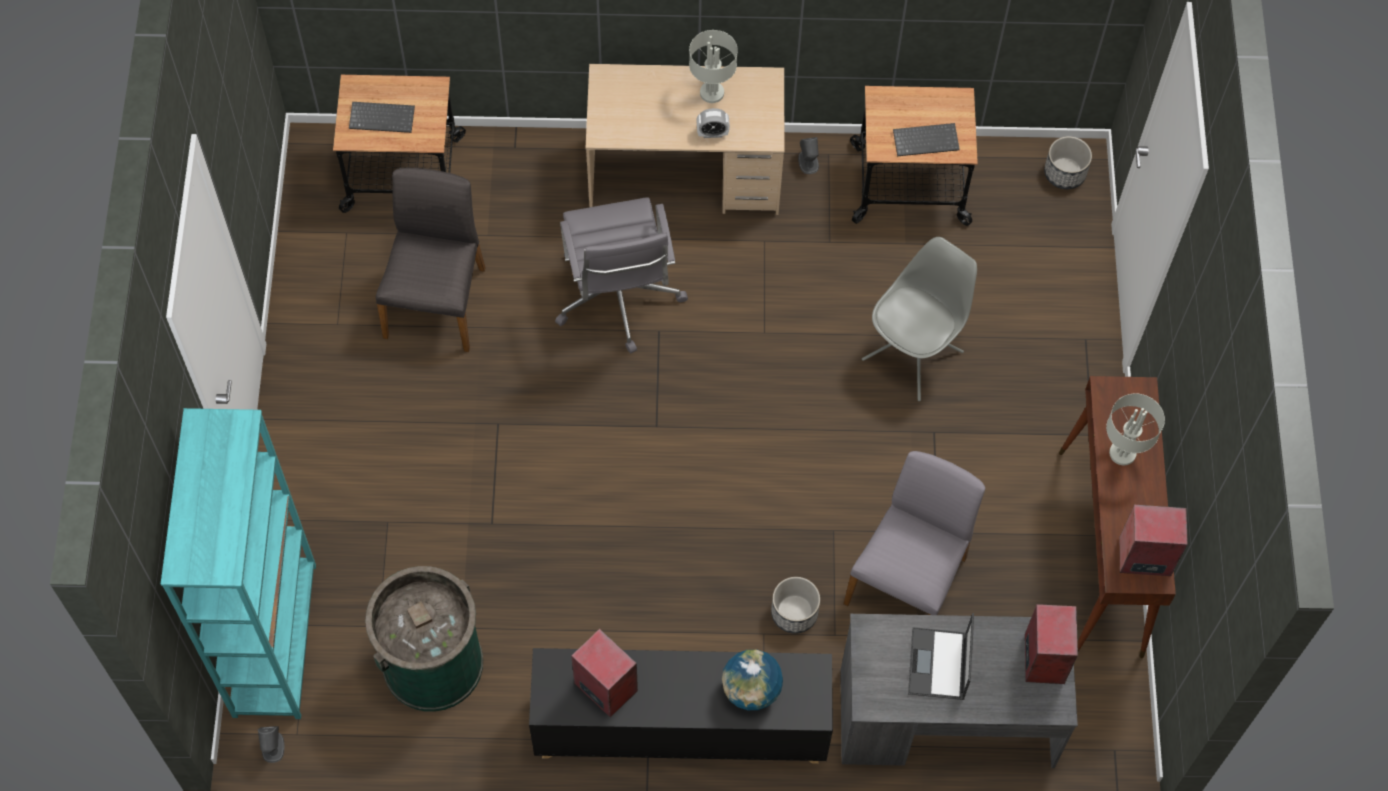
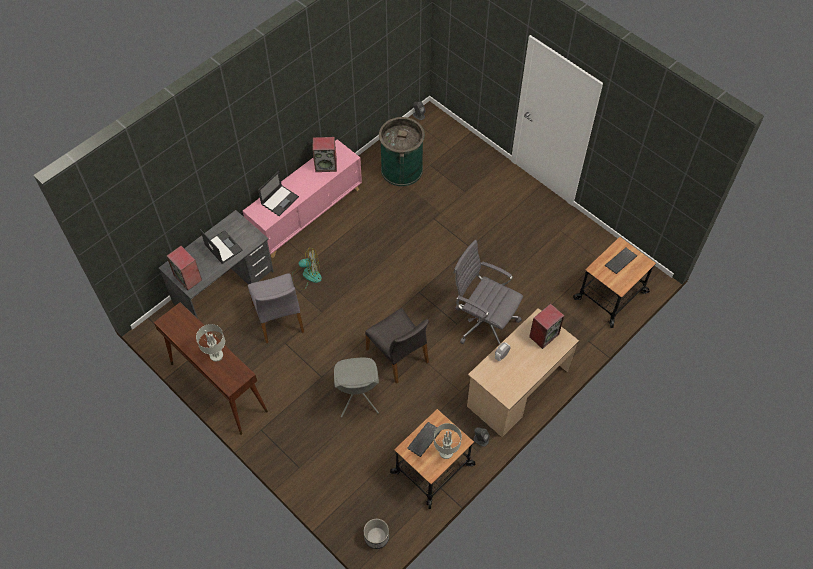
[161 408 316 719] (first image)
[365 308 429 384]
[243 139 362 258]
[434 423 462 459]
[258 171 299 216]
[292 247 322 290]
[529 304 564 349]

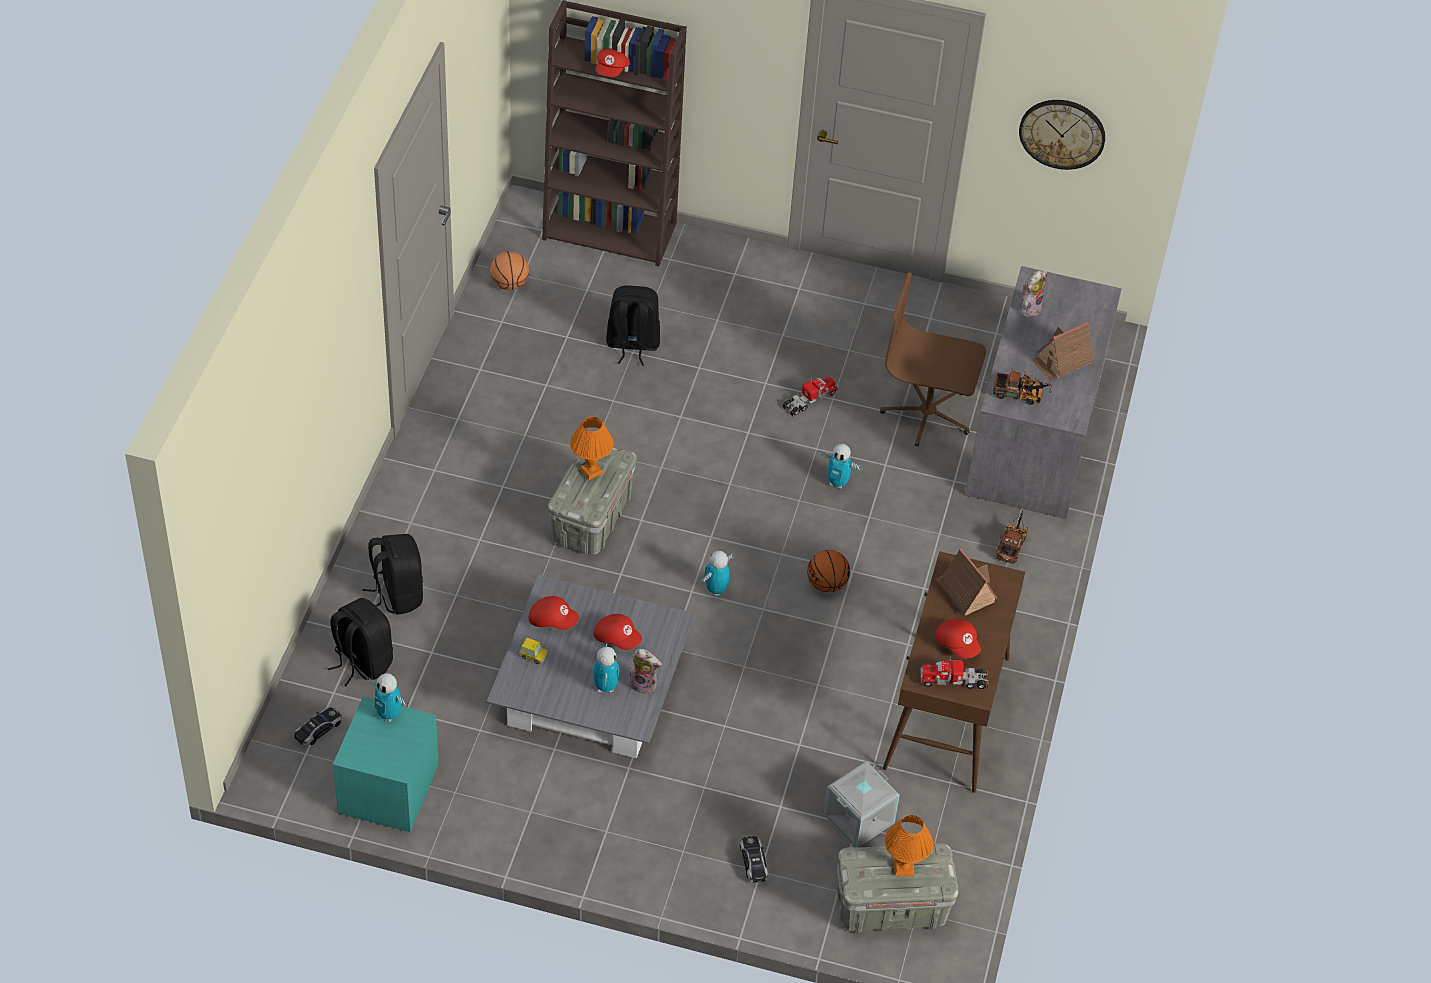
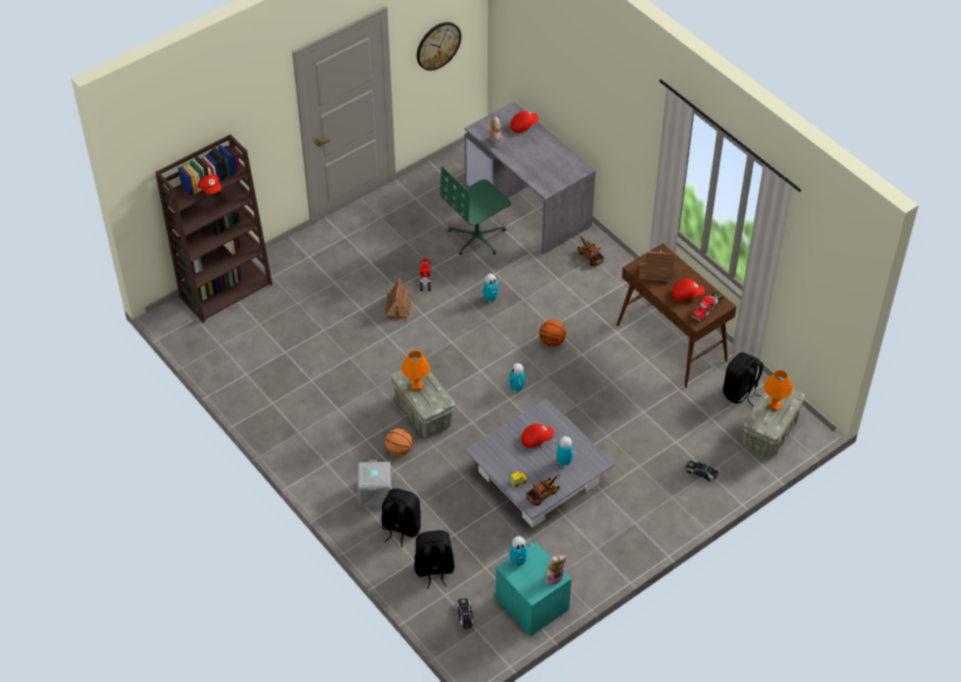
[385 428 413 456]
[511 111 539 133]
[723 352 763 407]
[545 555 566 585]
[358 460 391 507]
[440 167 512 255]
[526 474 560 506]
[385 278 412 321]

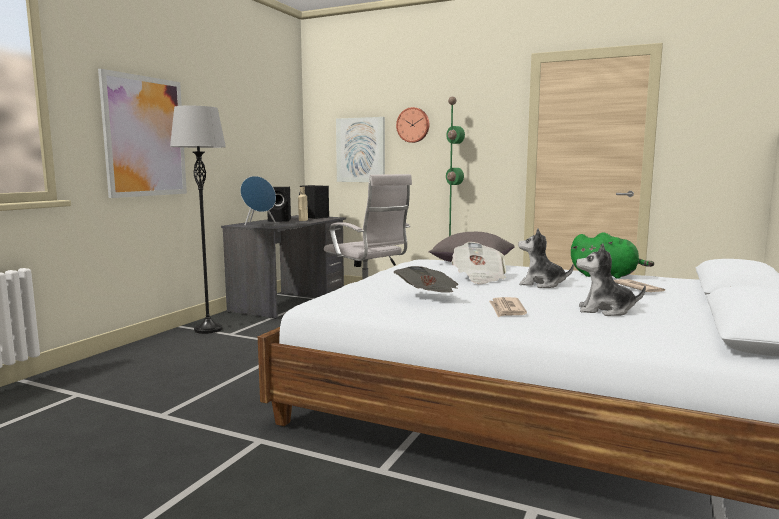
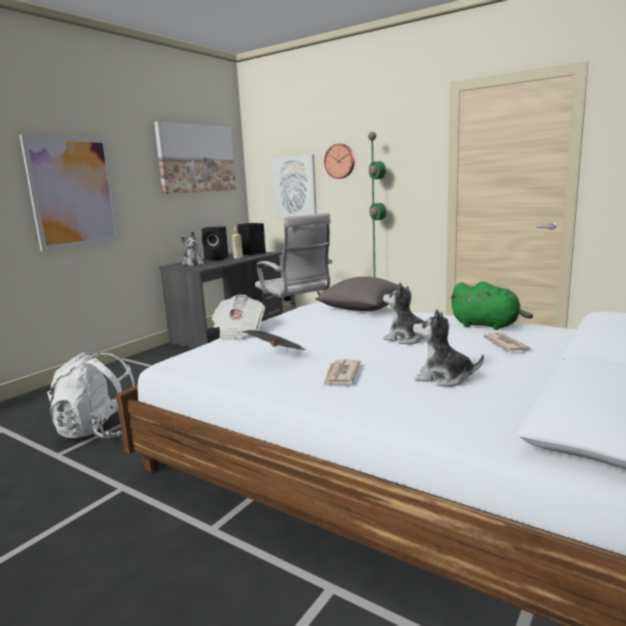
[170 106 226 334] (first image)
[181 231 204 266]
[211 295 265 340]
[47 351 135 438]
[154 121 236 194]

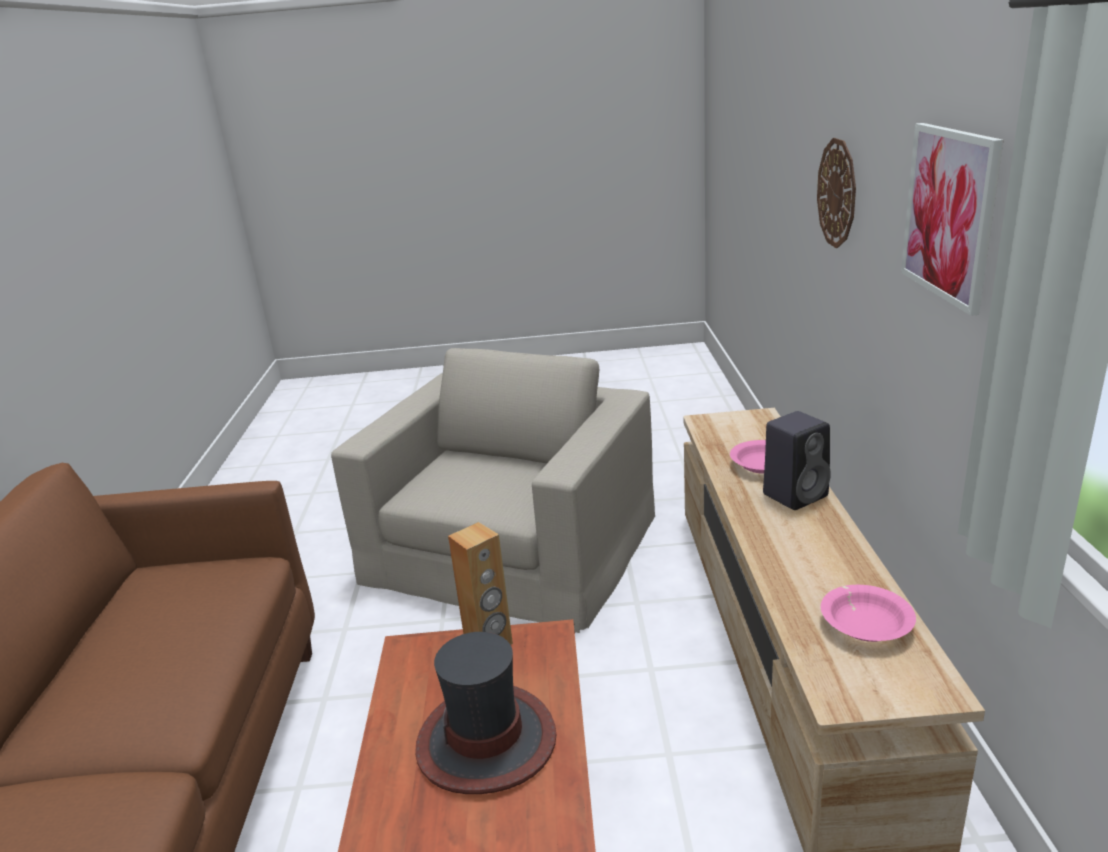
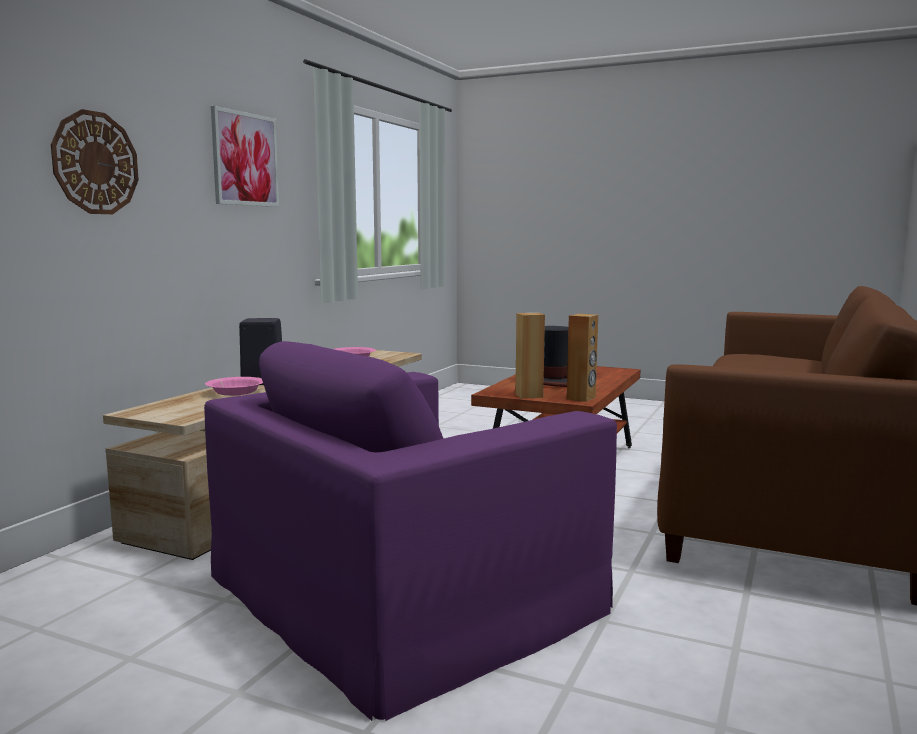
[204 341 617 721]
[567 314 598 402]

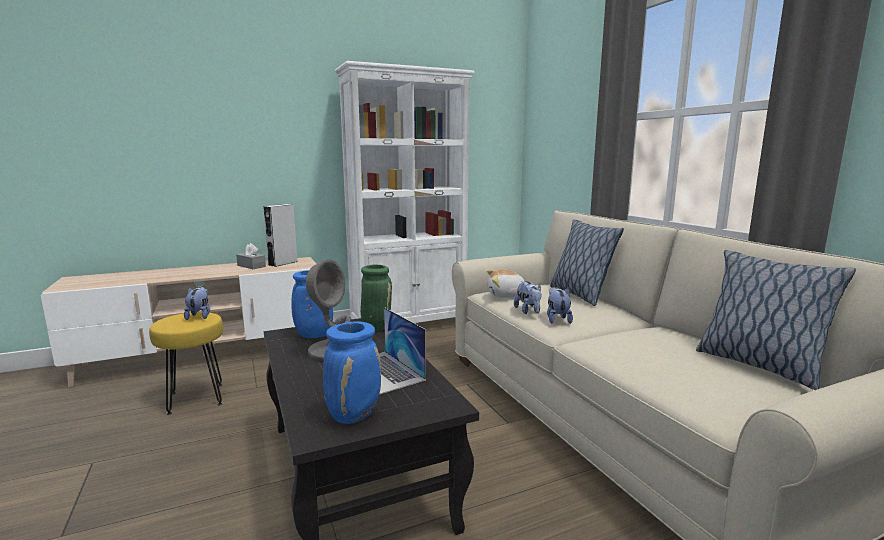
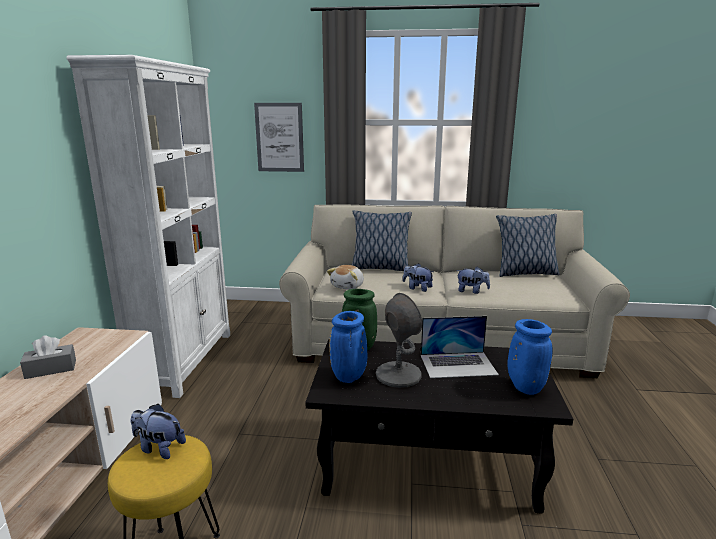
[263 204 298 267] (first image)
[456 267 490 294]
[254 103 304 172]

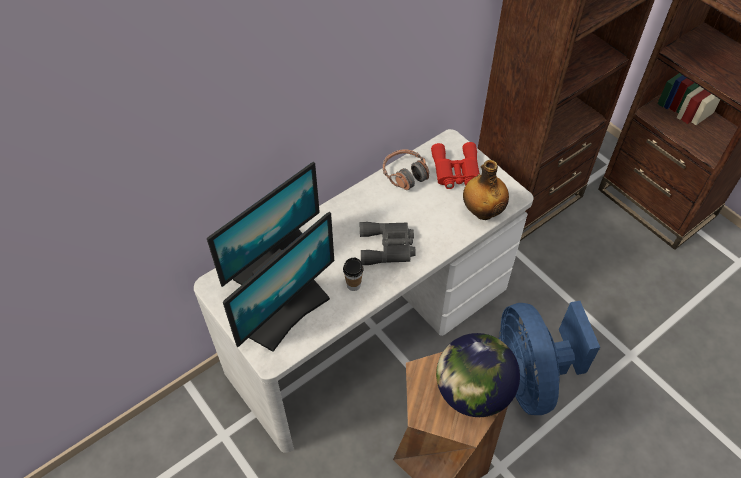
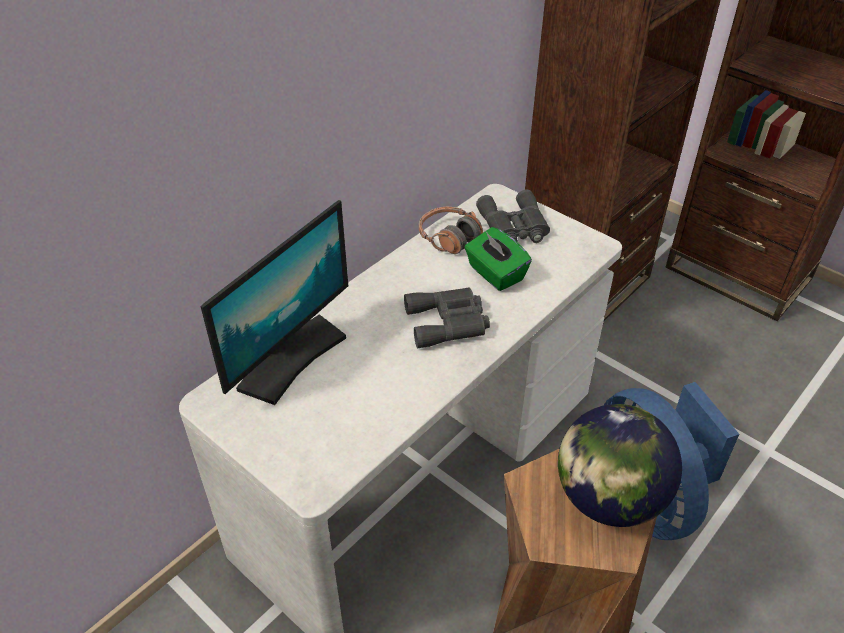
[223 212 334 352] (first image)
[343 258 364 291] (first image)
[476 189 550 243]
[463 160 509 220] (first image)
[464 227 532 291]

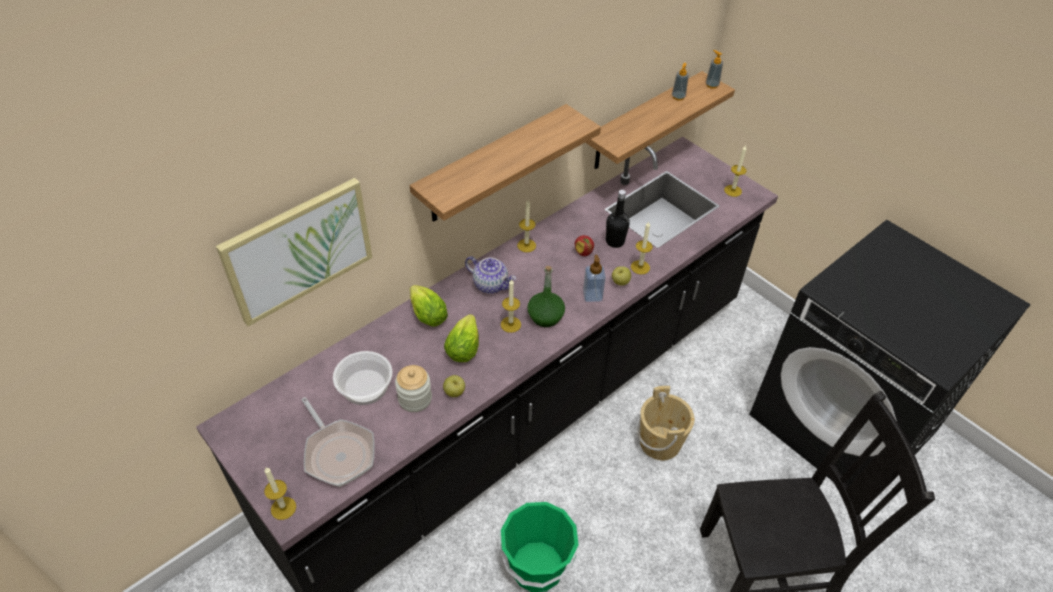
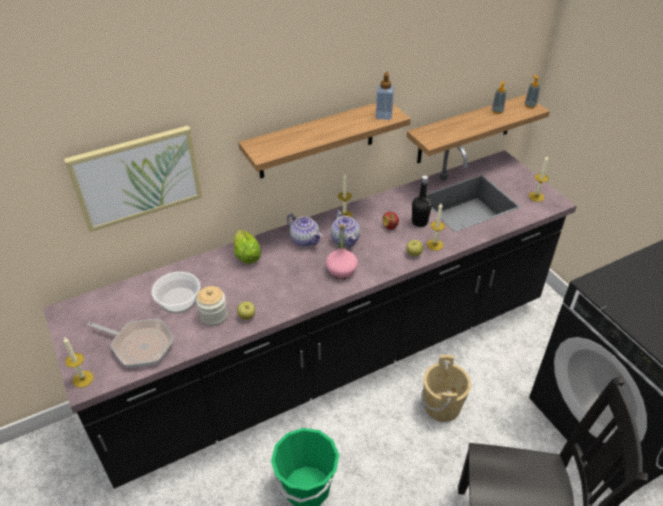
[88 319 174 367]
[444 314 479 362] (first image)
[501 279 521 333] (first image)
[326 224 358 279]
[376 72 394 120]
[331 210 360 247]

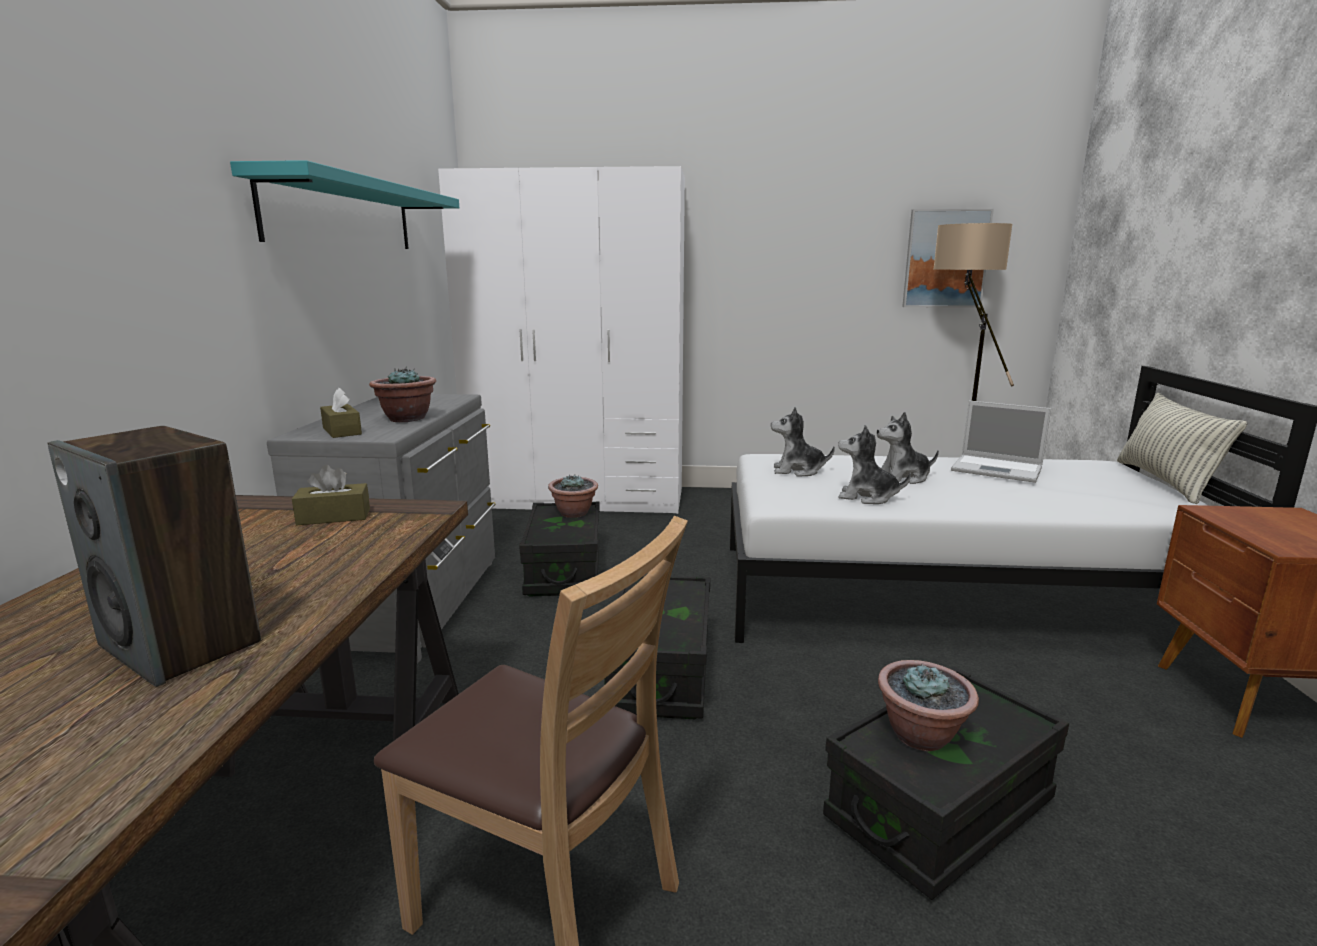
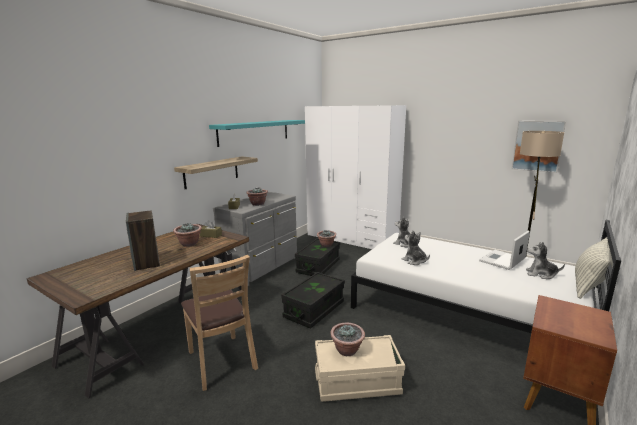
[315 335 405 402]
[526 242 565 279]
[479 231 530 270]
[173 223 202 247]
[174 156 258 189]

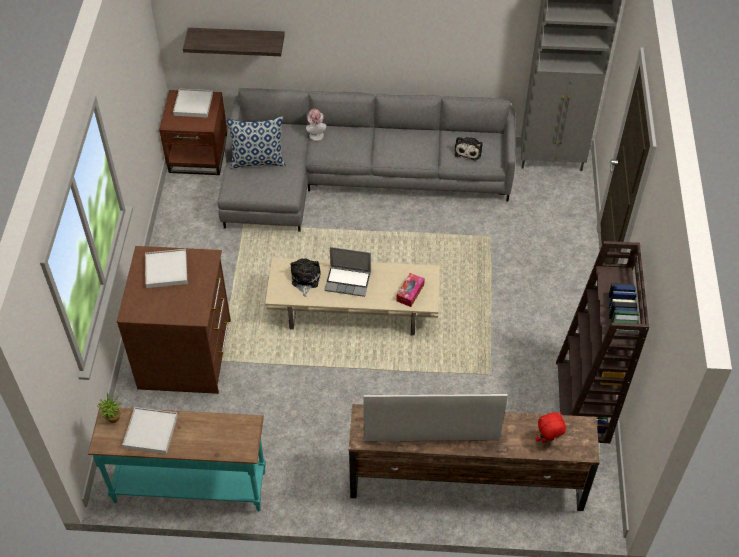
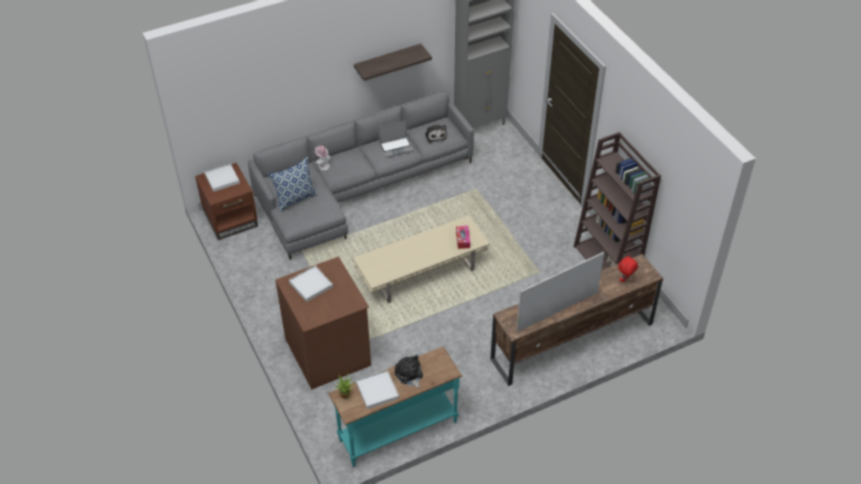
[354 44 432 81]
[395 355 423 389]
[379 121 414 158]

